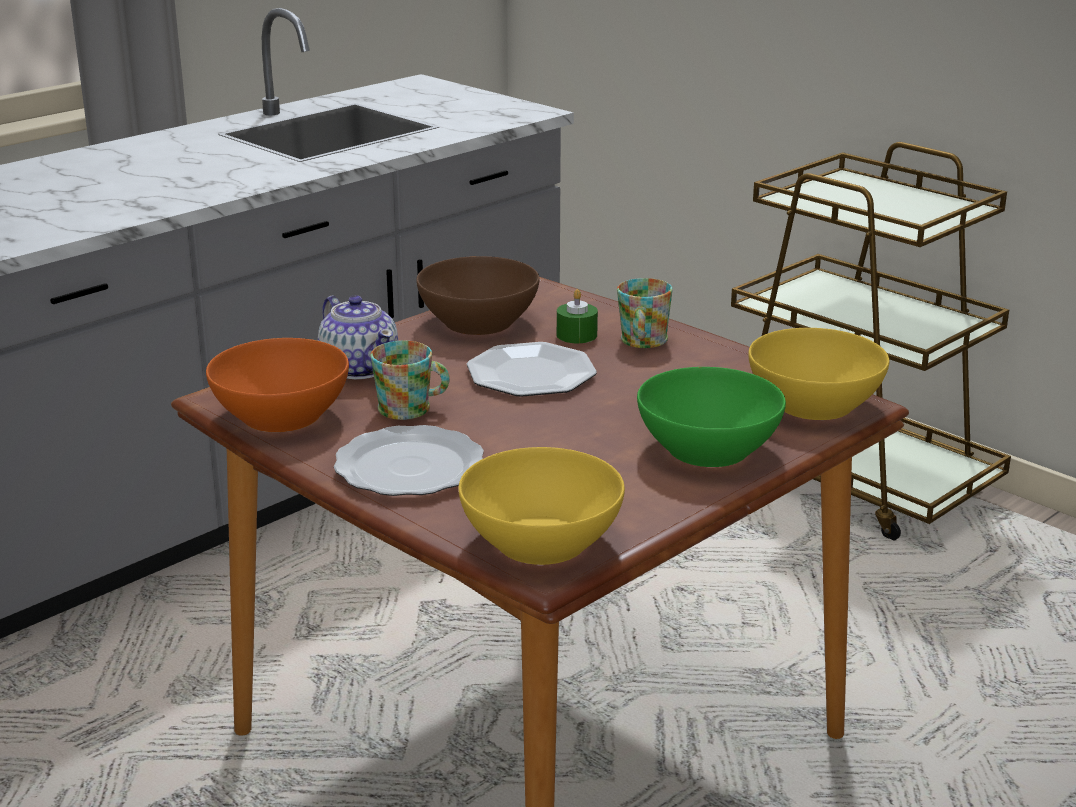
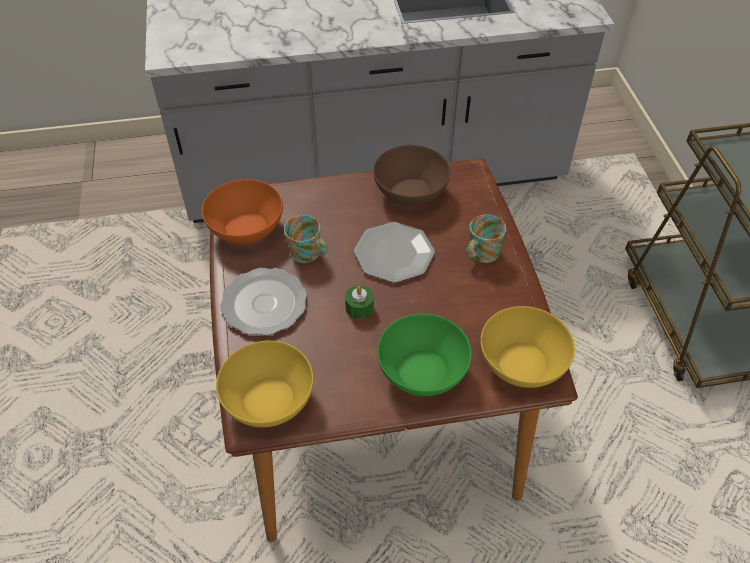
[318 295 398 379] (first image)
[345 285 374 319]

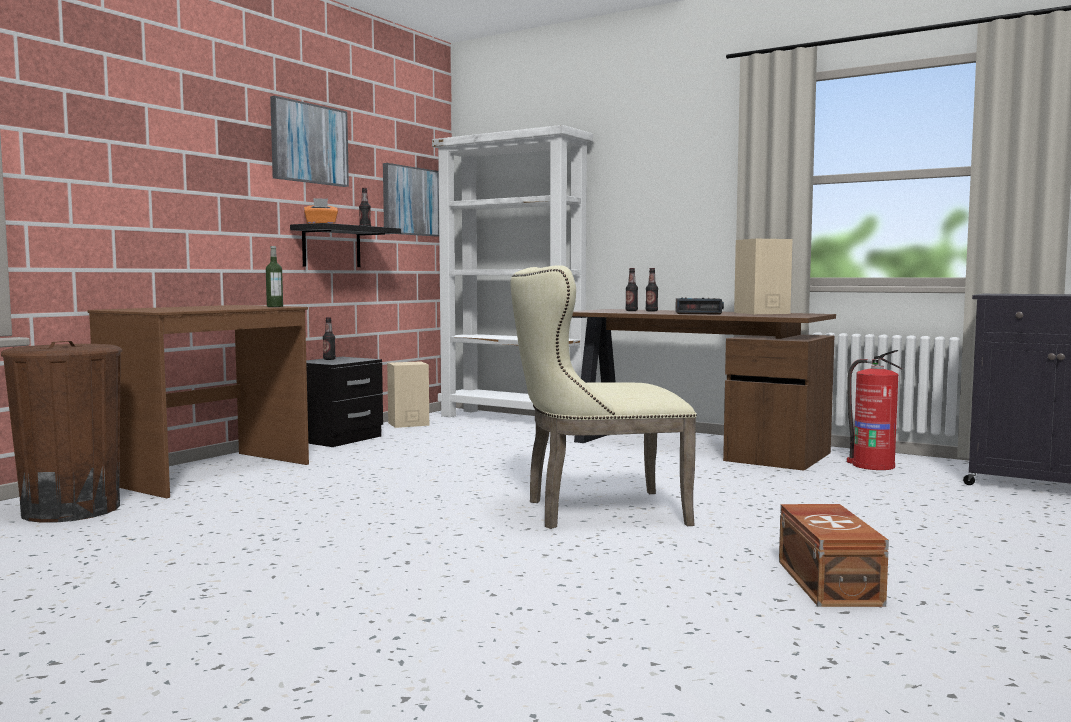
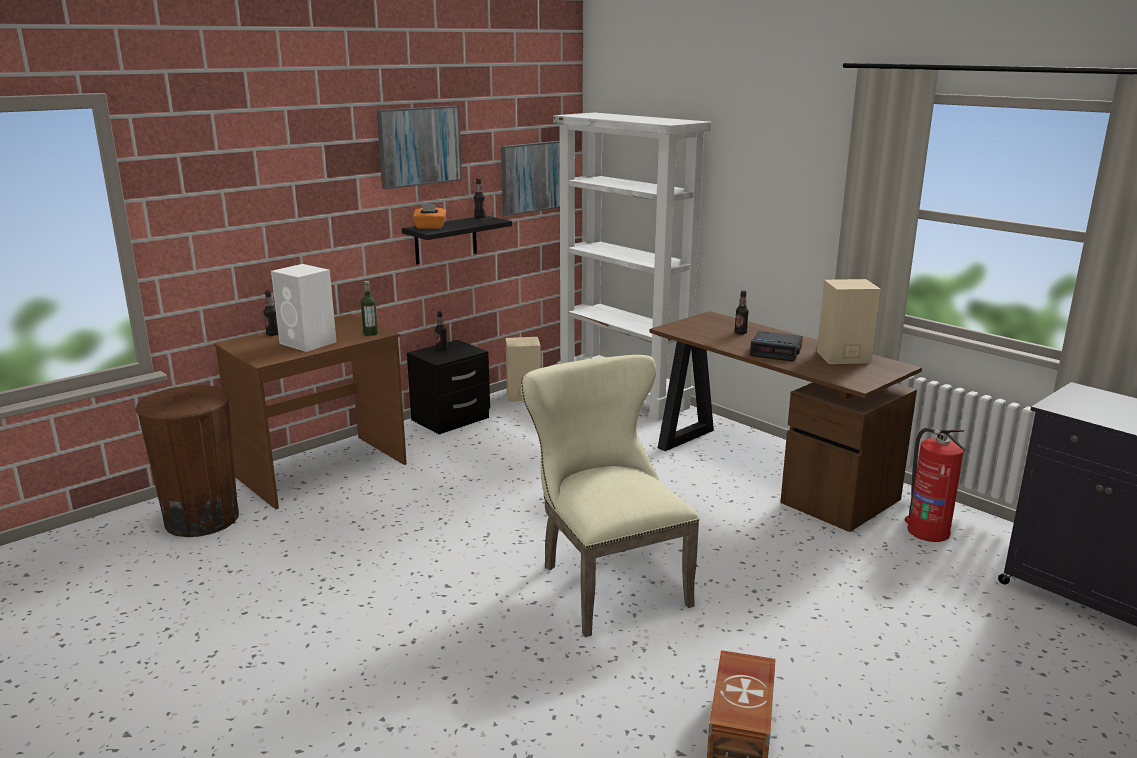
[521 355 699 637]
[263 290 278 336]
[271 264 337 352]

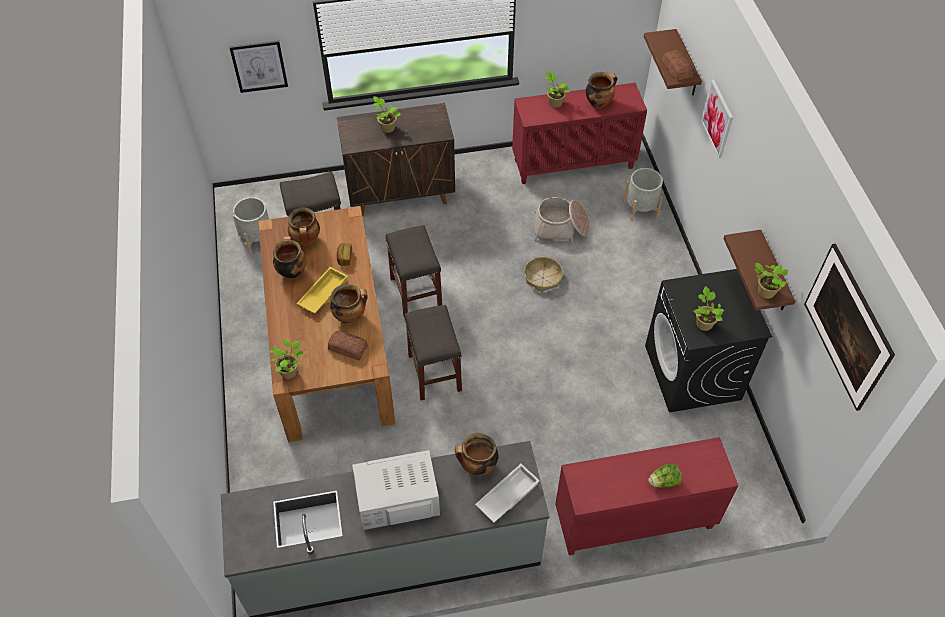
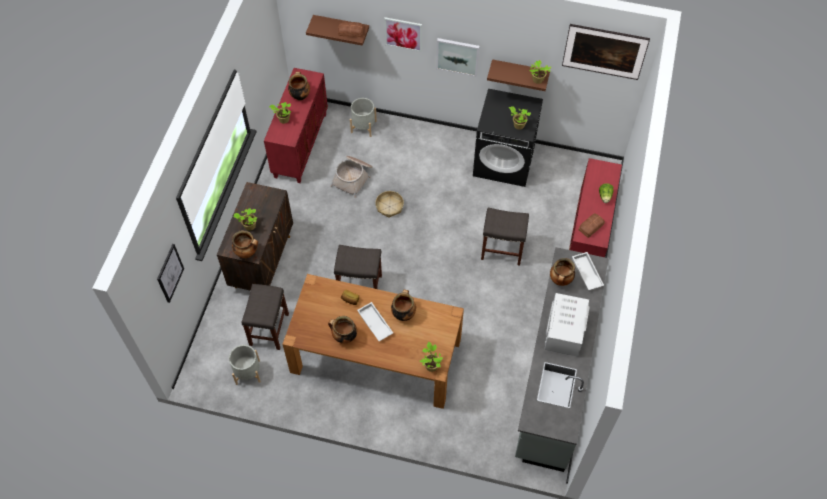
[232 230 258 258]
[357 302 393 341]
[578 213 605 238]
[481 208 529 266]
[436 38 480 77]

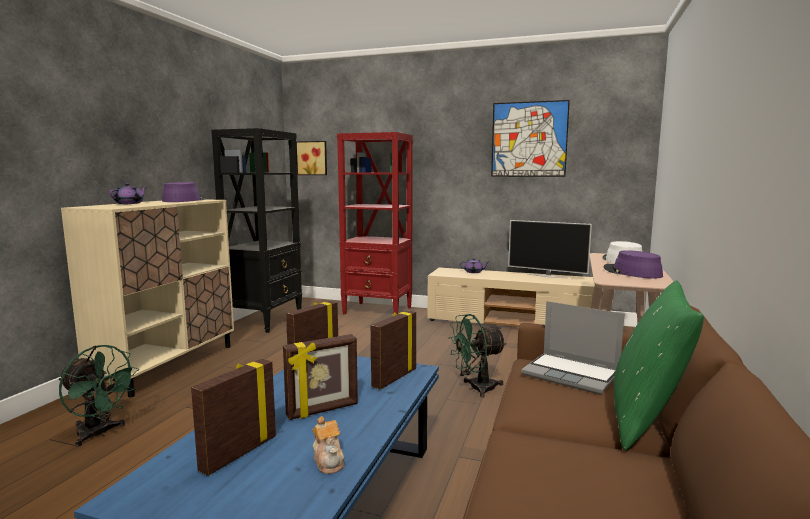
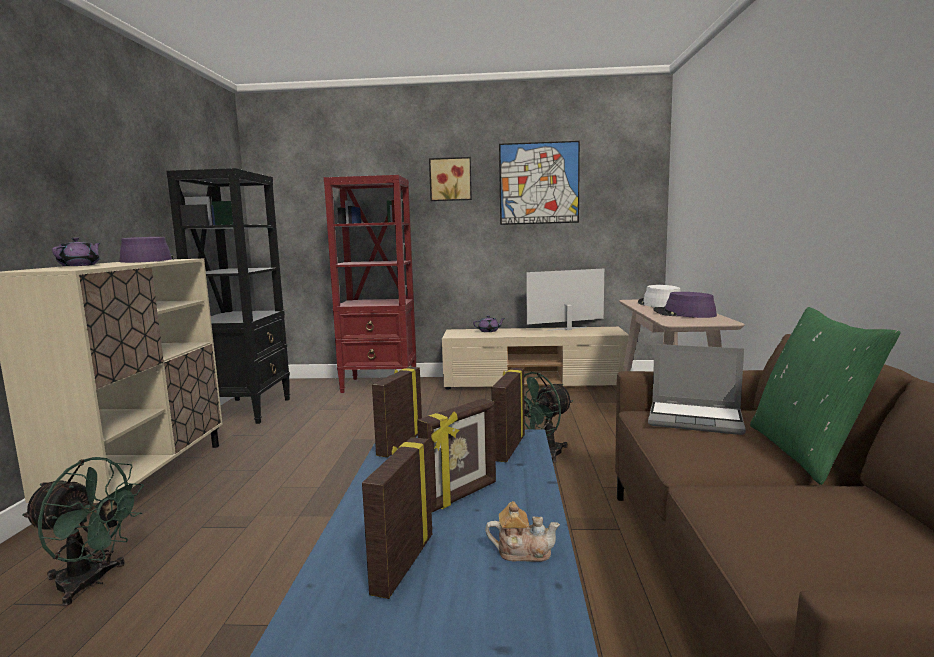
[429 157 472 201]
[485 501 560 562]
[526 269 604 331]

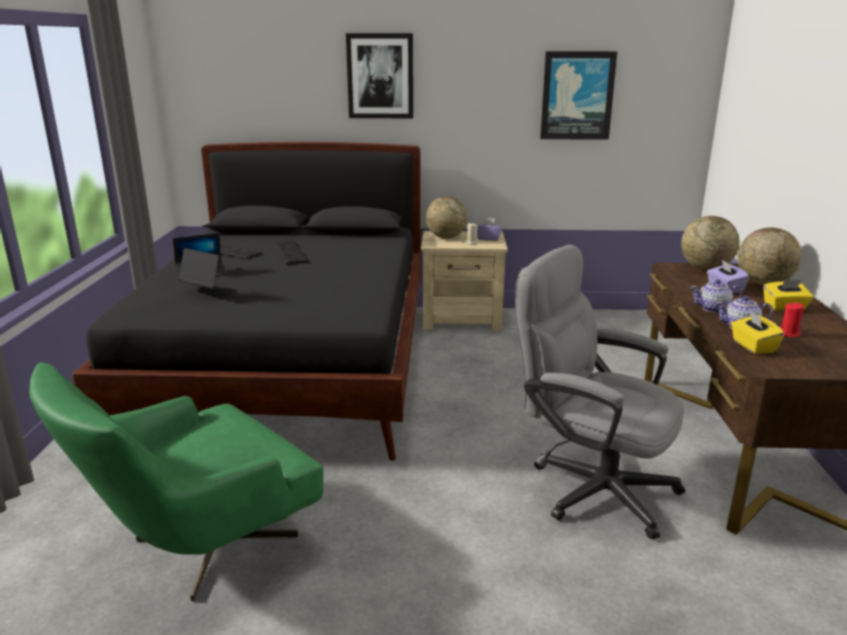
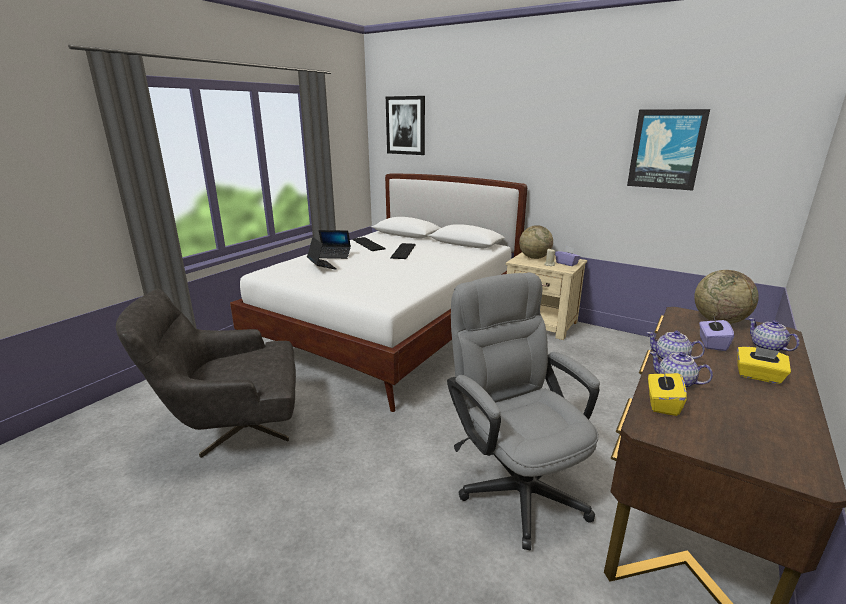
[116 289 296 458]
[230 173 527 412]
[386 96 425 155]
[748 318 800 351]
[780 303 804 337] (first image)

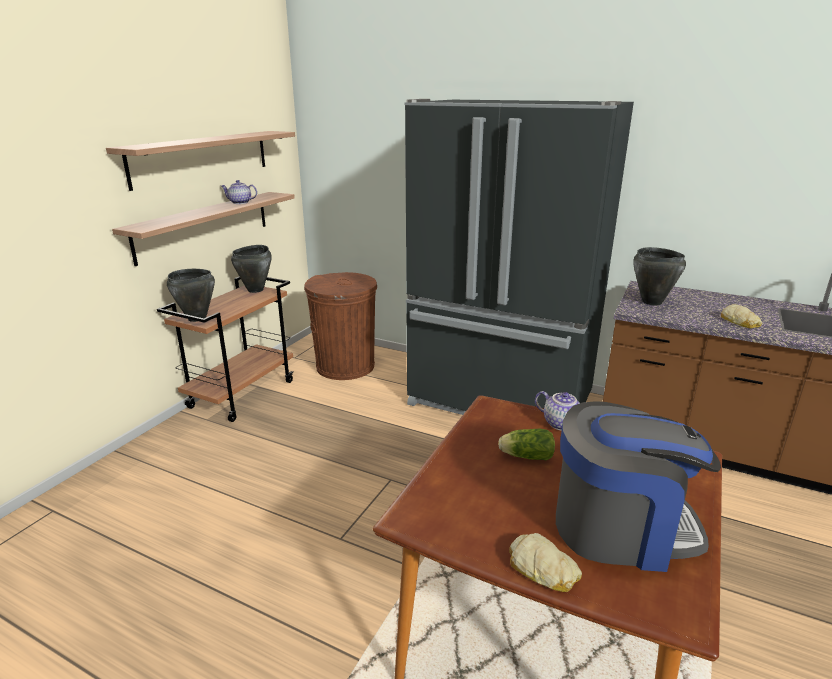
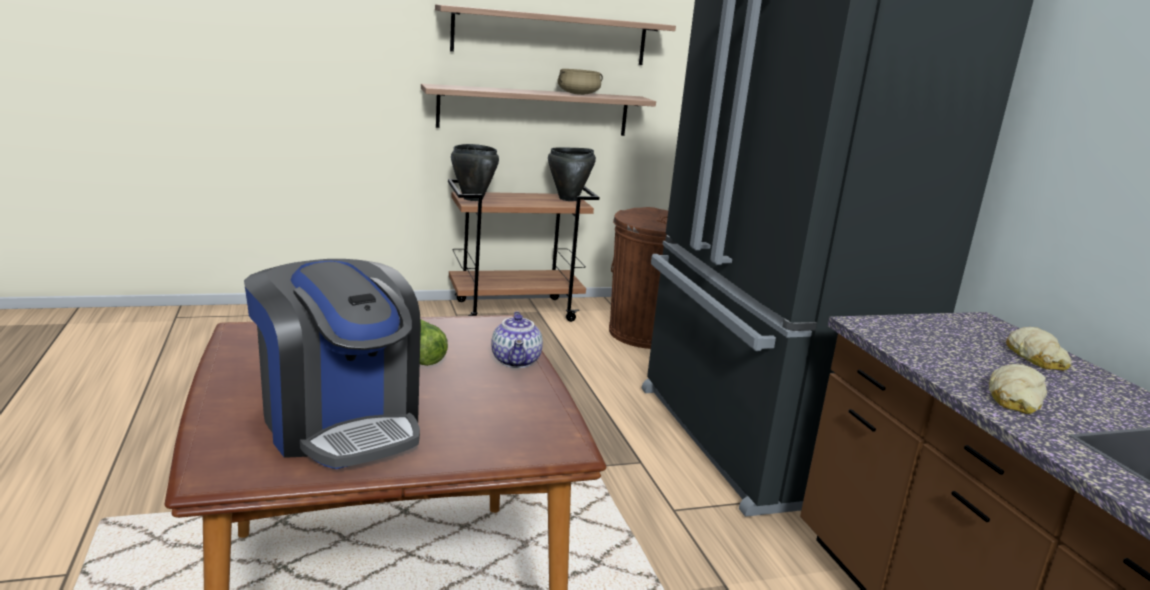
[557 69 603 95]
[1006 327 1071 371]
[633 247 686 305] (first image)

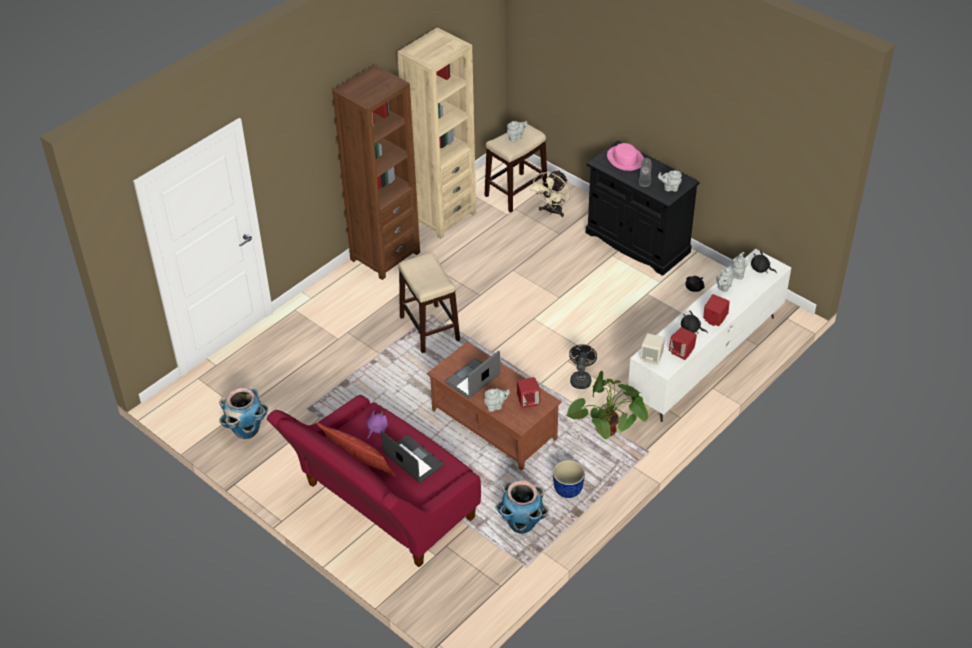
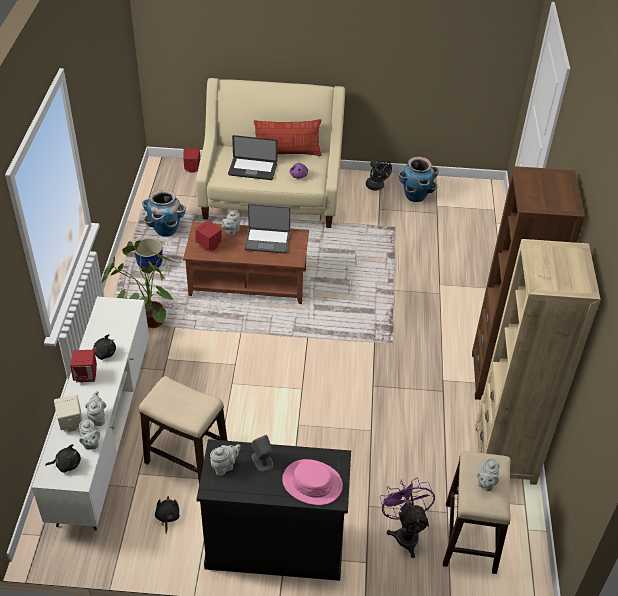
[196 78 345 228]
[139 376 228 483]
[244 204 290 254]
[380 477 435 558]
[366 160 392 191]
[54 395 82 432]
[183 148 200 172]

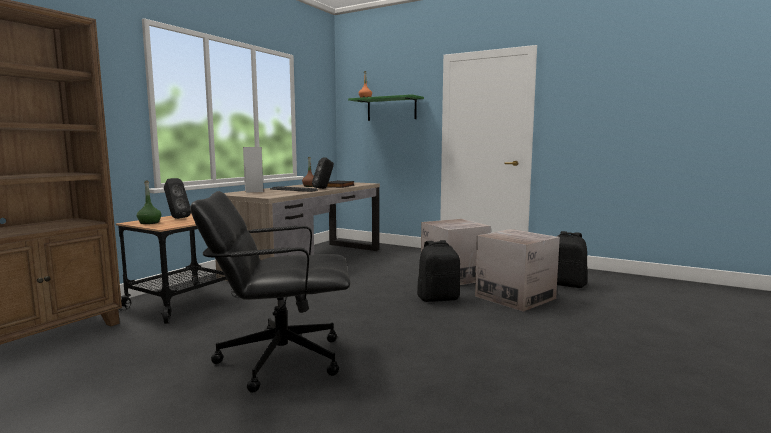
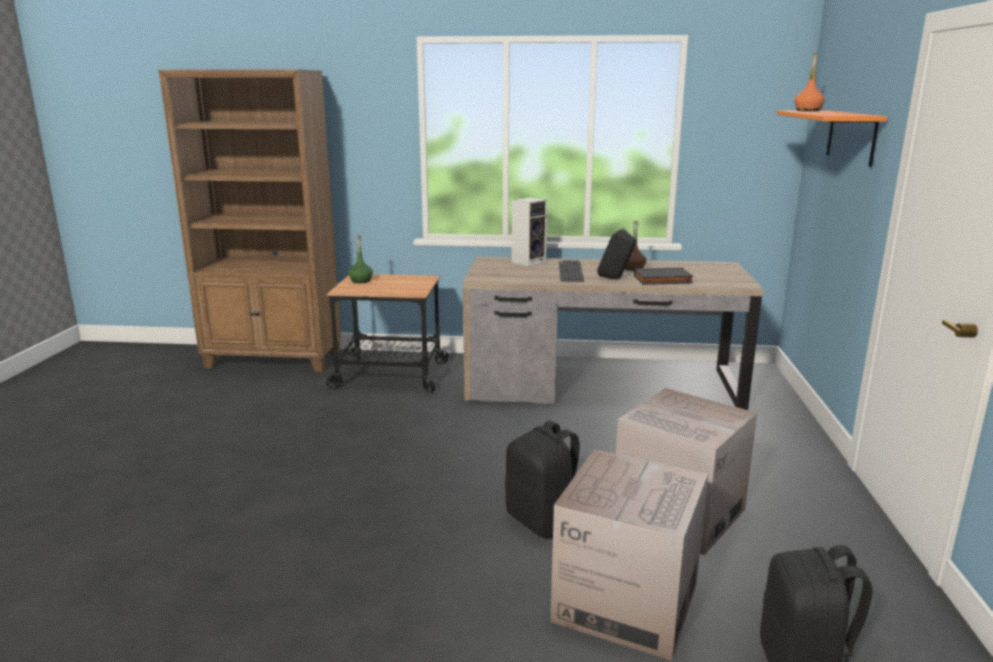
[164 178 191 219] (first image)
[190 191 350 393] (first image)
[777 110 887 167]

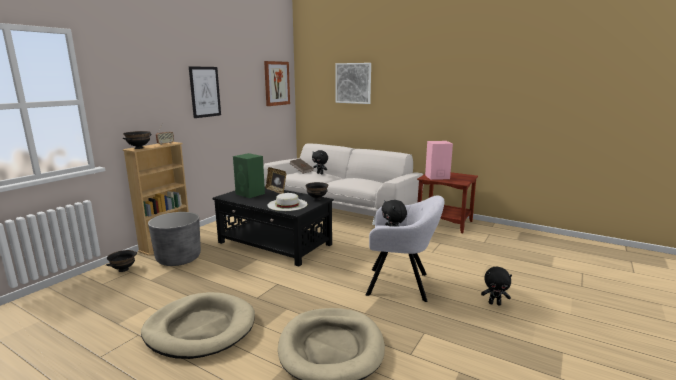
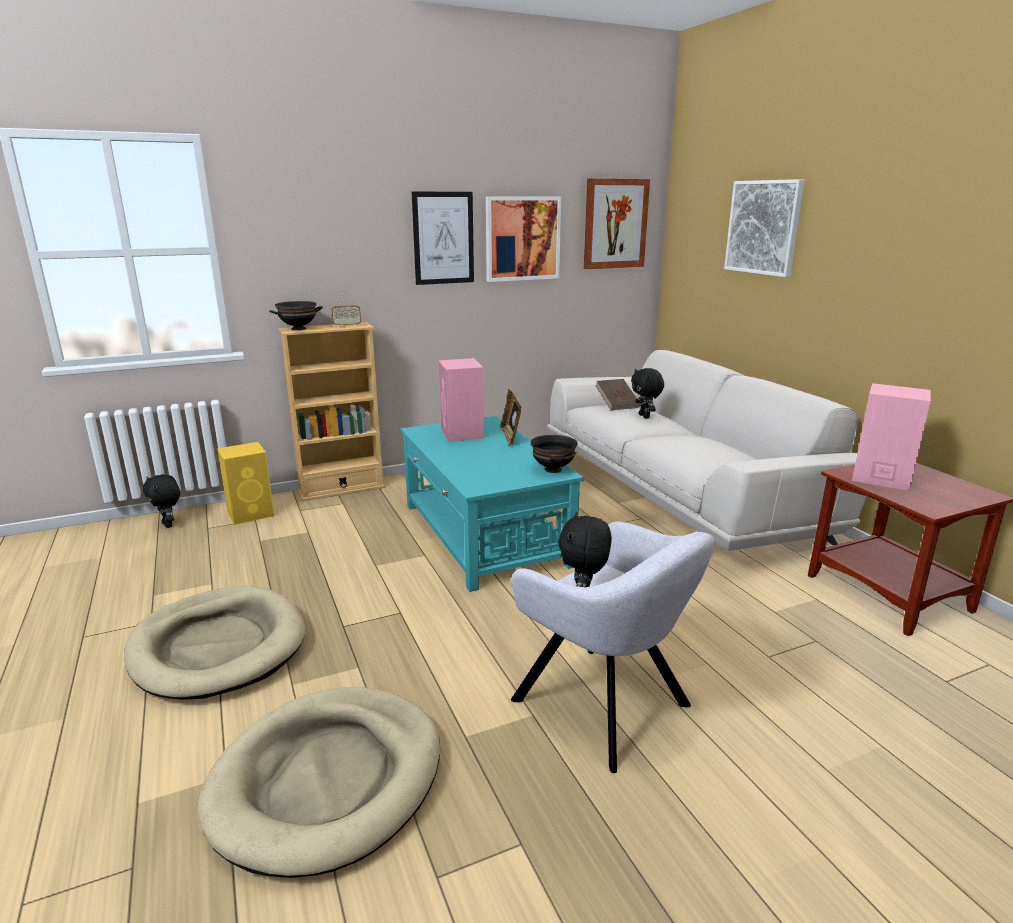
[217 442 274 525]
[148 212 201 266] (first image)
[400 416 584 592]
[439 358 484 442]
[267 193 308 211] (first image)
[143 474 180 528]
[486 196 561 282]

